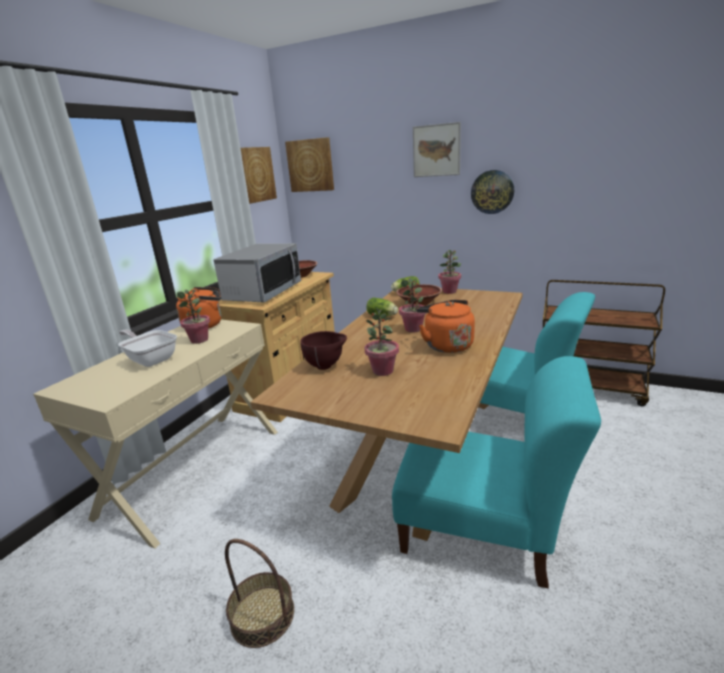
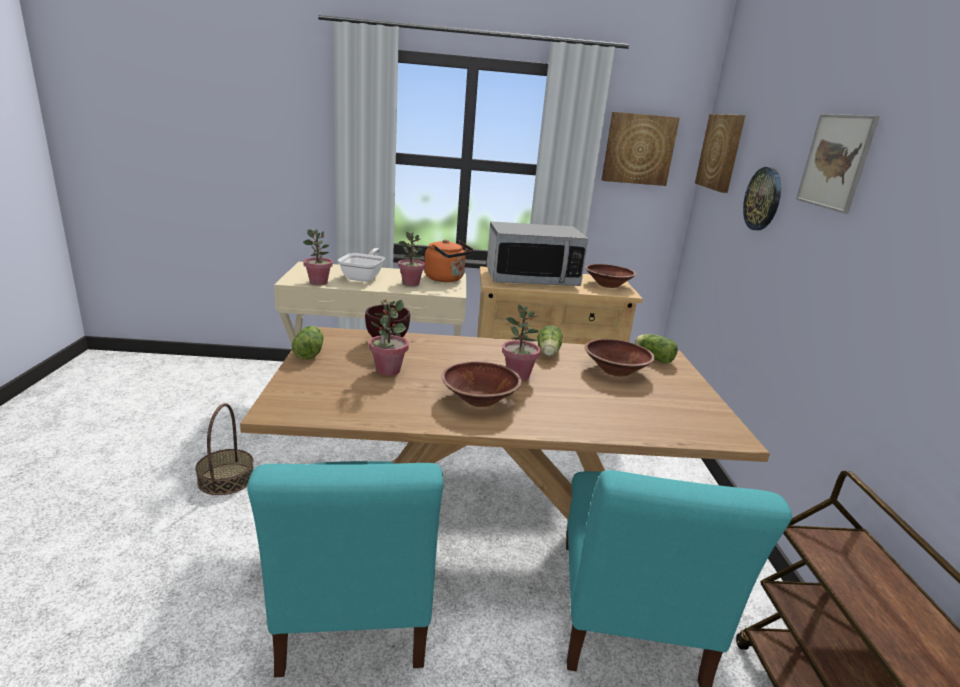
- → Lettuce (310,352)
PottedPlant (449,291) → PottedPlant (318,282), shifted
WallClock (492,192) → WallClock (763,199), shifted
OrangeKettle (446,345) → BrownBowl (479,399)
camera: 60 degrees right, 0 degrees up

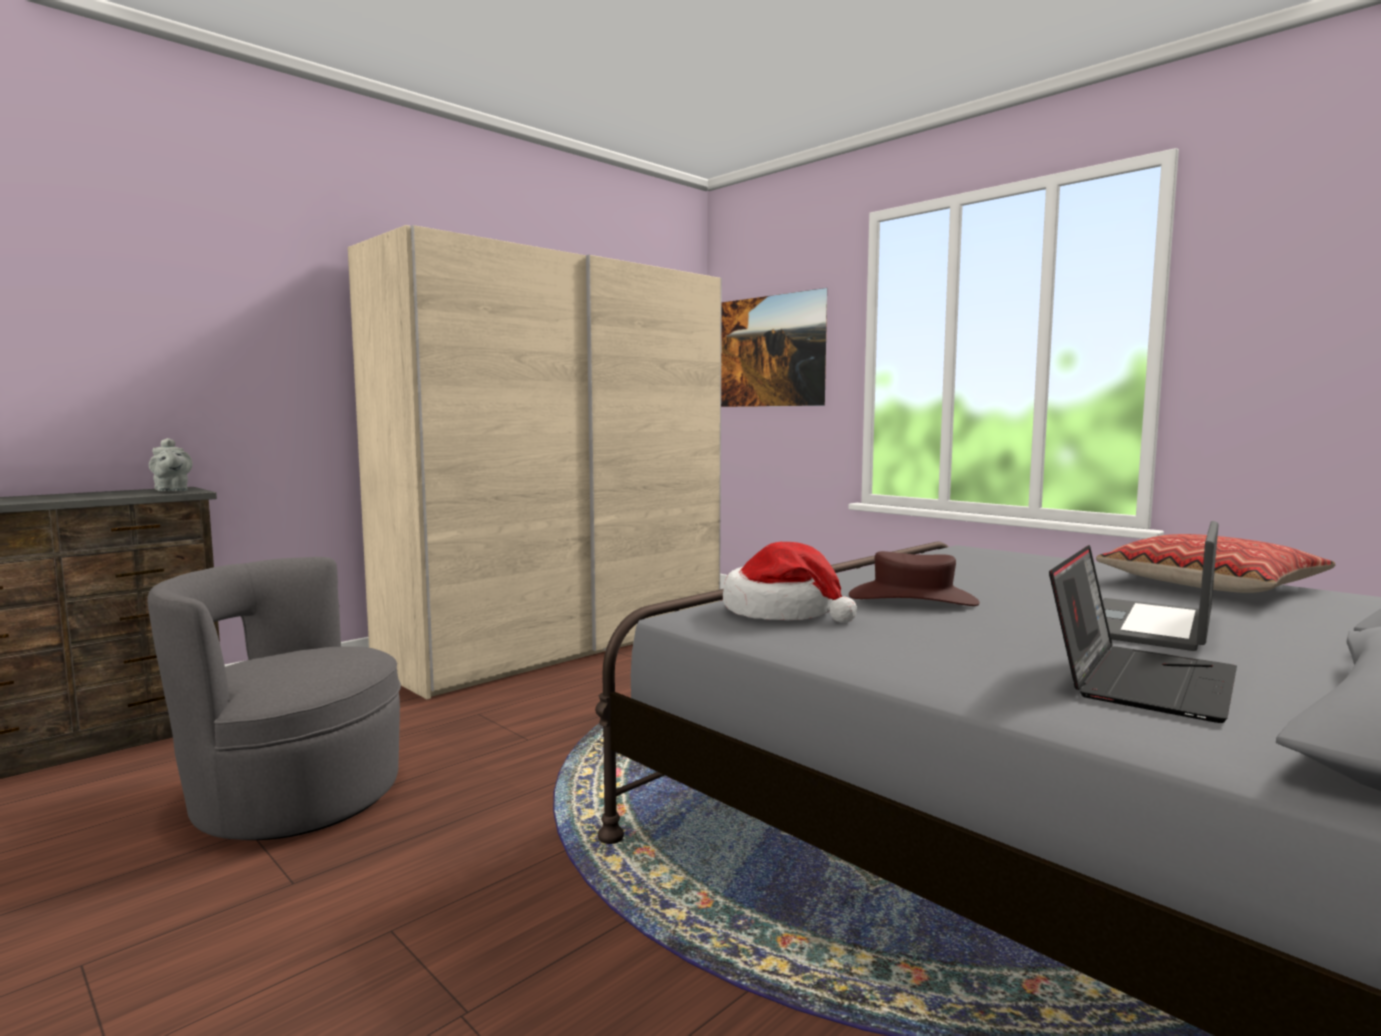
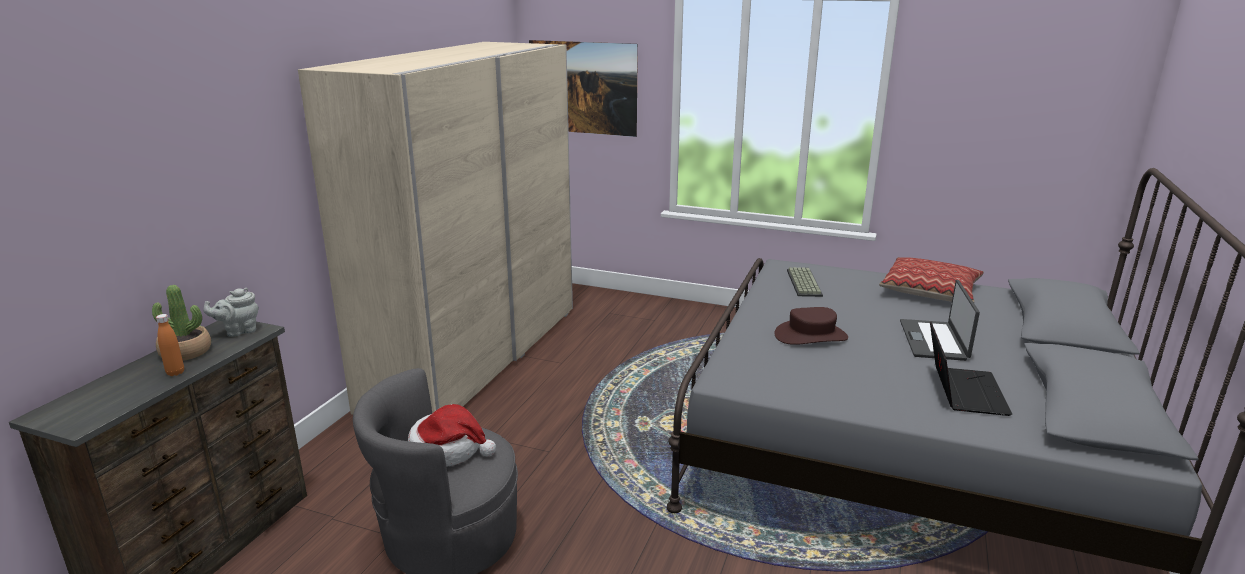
- → PottedPlant (185,352)
- → OrangeBottle (175,373)
- → Keyboard (802,283)
Hat (782,612) → Hat (448,449), shifted
GreyTeapot (172,491) → GreyTeapot (239,331), 120 degrees clockwise
camera: 25 degrees left, 15 degrees up

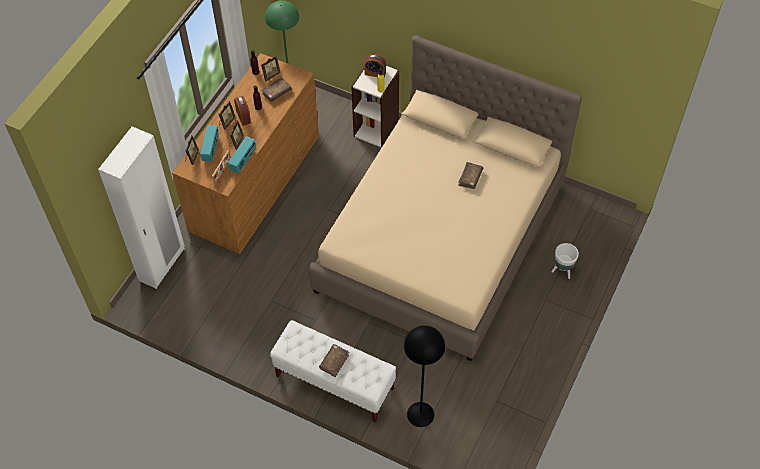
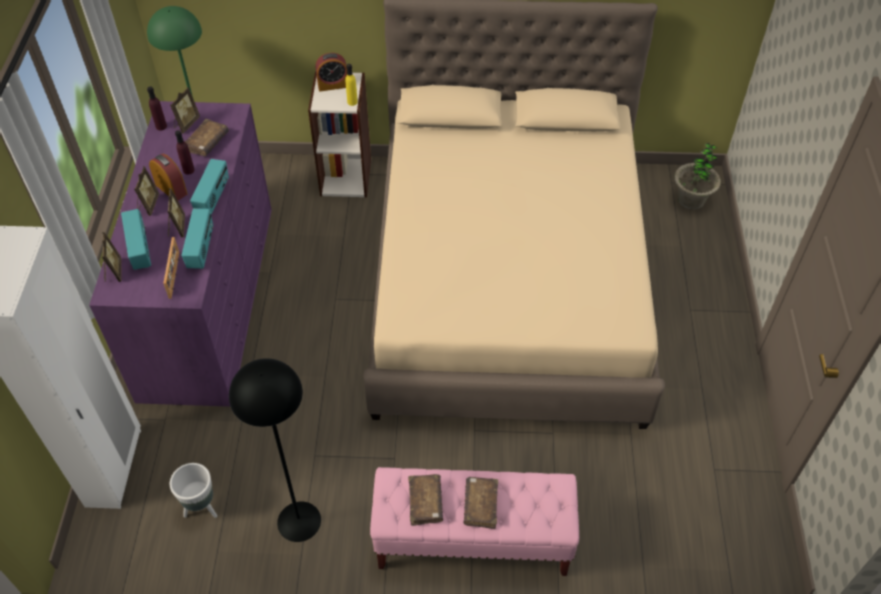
- → Radio (213,198)
- → PottedPlant (691,200)
BlackFloorLamp (420,414) → BlackFloorLamp (298,521), shifted
BrownBook (470,178) → BrownBook (425,502), shifted
WhitePlanter (562,270) → WhitePlanter (201,508), shifted
BrownDresser (255,182) → PurpleDresser (208,299)
WhiteBench (334,382) → PinkBench (472,540)
camera: 25 degrees left, 5 degrees down

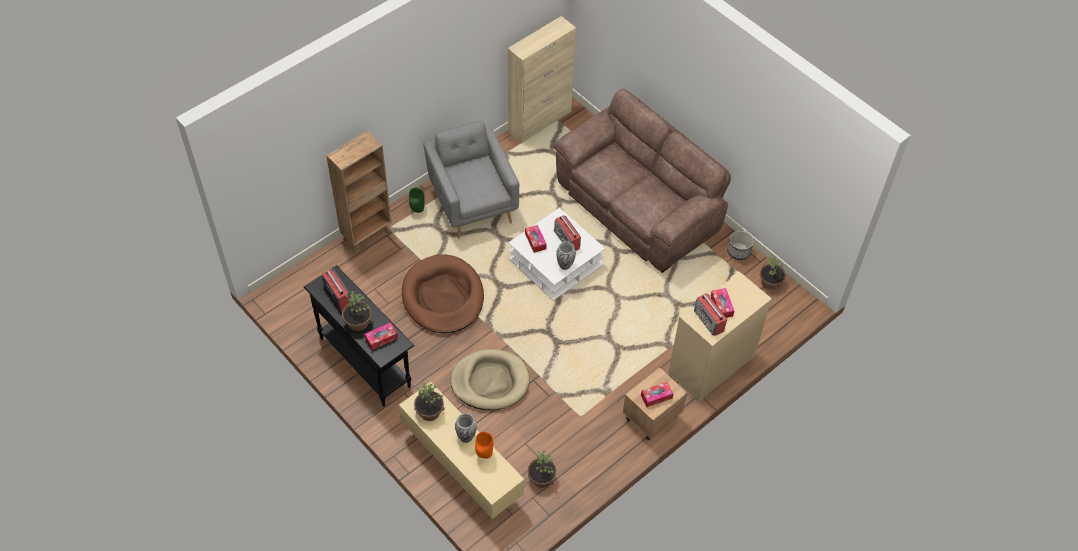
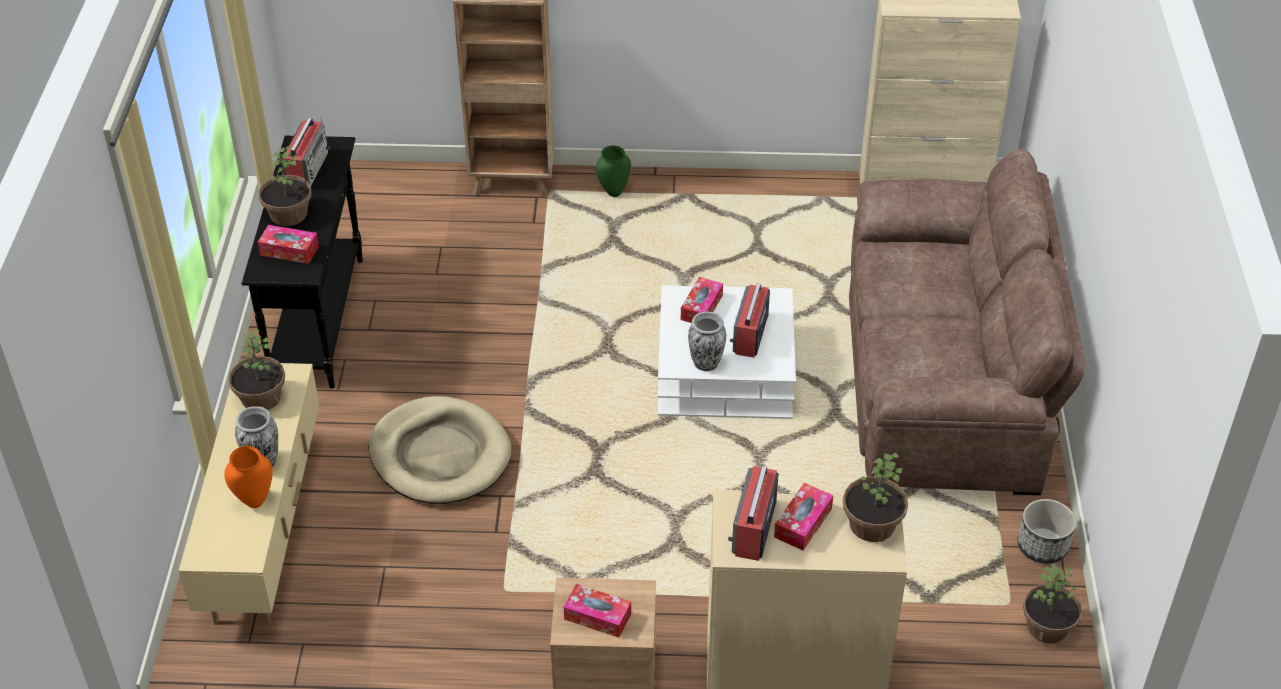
BrownDogBed (443,297) → -
GreyArmchair (472,202) → -
PottedPlant (541,478) → PottedPlant (871,524), shifted
camera: 45 degrees right, 10 degrees down

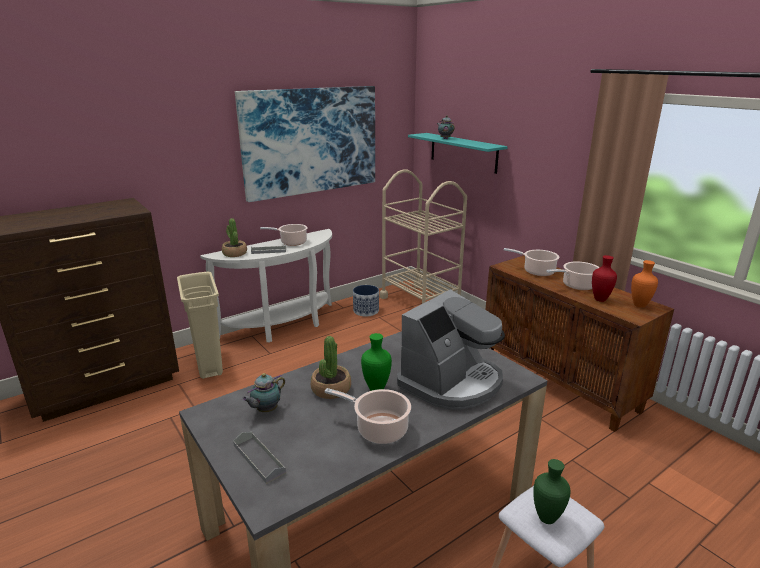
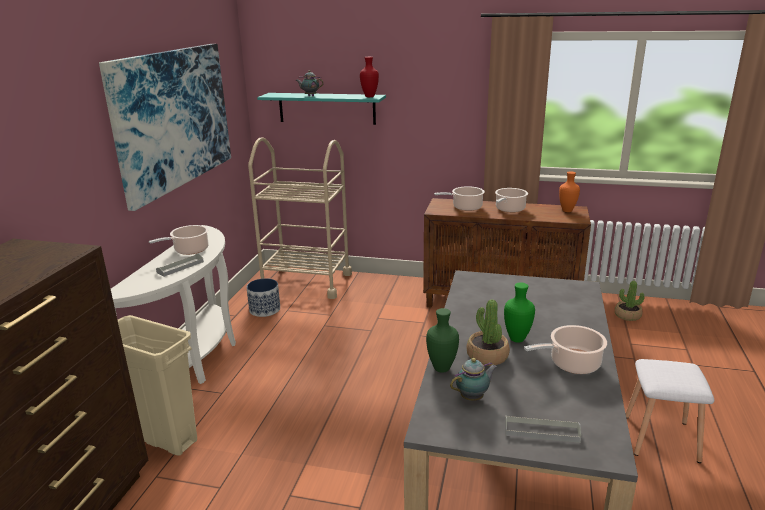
CoffeeMachine (452,382) → -
PottedPlant (235,253) → PottedPlant (627,315), shifted
GreenVase (546,517) → GreenVase (441,368), shifted
RedVase (600,299) → RedVase (369,96), shifted
Teapot (265,410) → Teapot (473,397), 120 degrees counterclockwise
camera: 40 degrees left, 0 degrees up

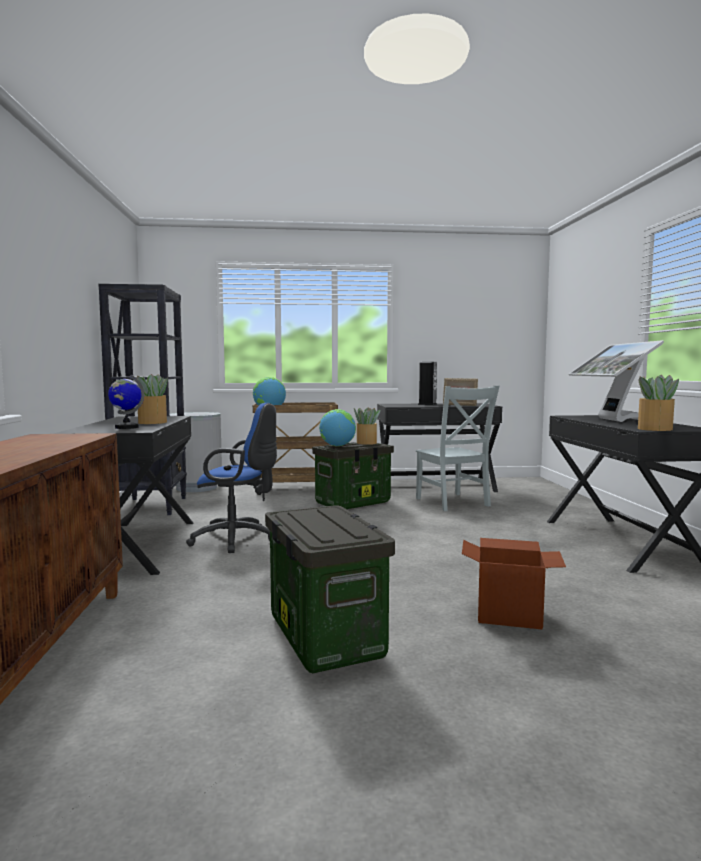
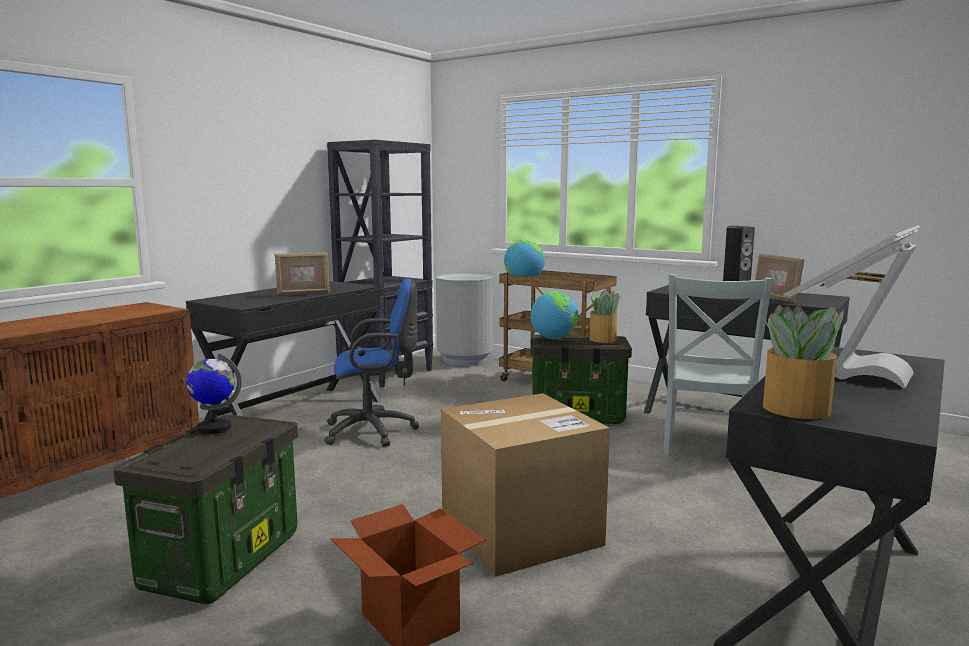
- → CardboardBox (520,531)
Globe (126,427) → Globe (214,428), shifted
PottedPlant (152,422) → PictureFrame (303,294)
BlueOfficeChair (238,540) → BlueOfficeChair (375,431), 60 degrees counterclockwise
camera: 40 degrees right, 5 degrees up

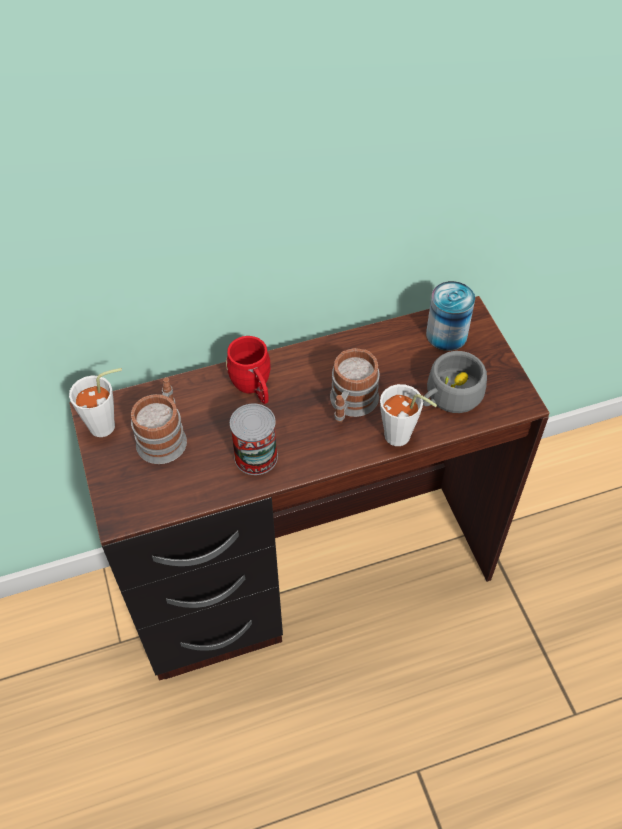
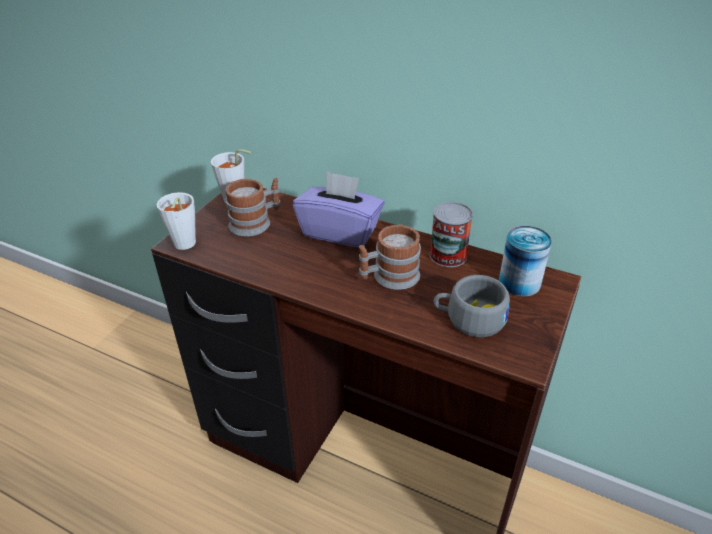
Can (256,456) → Can (448,255), shifted
WhiteCup (402,439) → WhiteCup (183,246), shifted
RedMug (254,388) → PurpleTissueBox (340,231)
camera: 45 degrees right, 15 degrees down

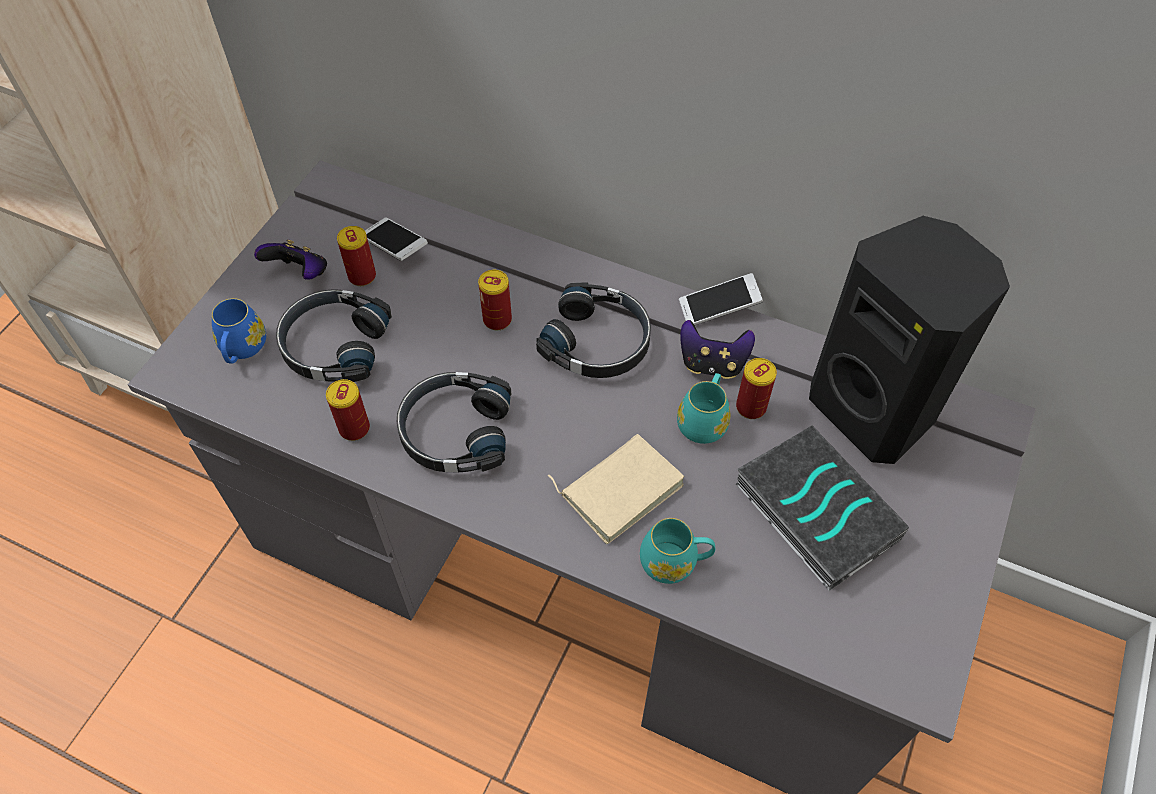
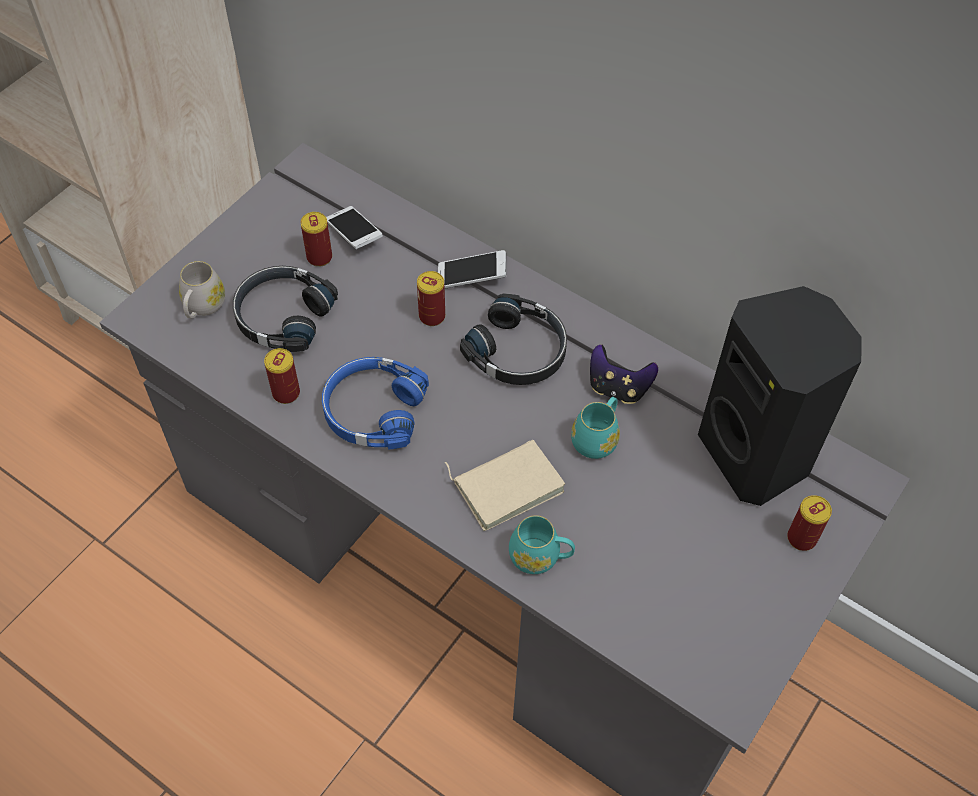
GameController (300,274) → -
Book (813,512) → -
Phone (718,308) → Phone (471,277), shifted
Can (751,407) → Can (801,538), shifted
BlueMug (242,349) → WhiteMug (202,307)
BlackHeadphones (455,431) → BlueHeadphones (373,410)
camera: 10 degrees right, 0 degrees up

